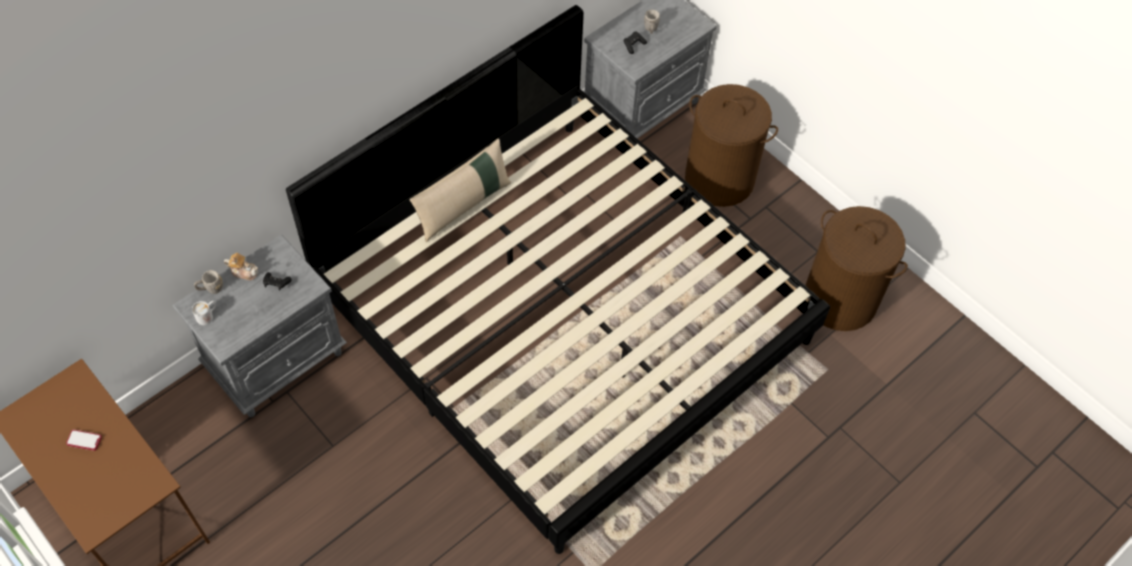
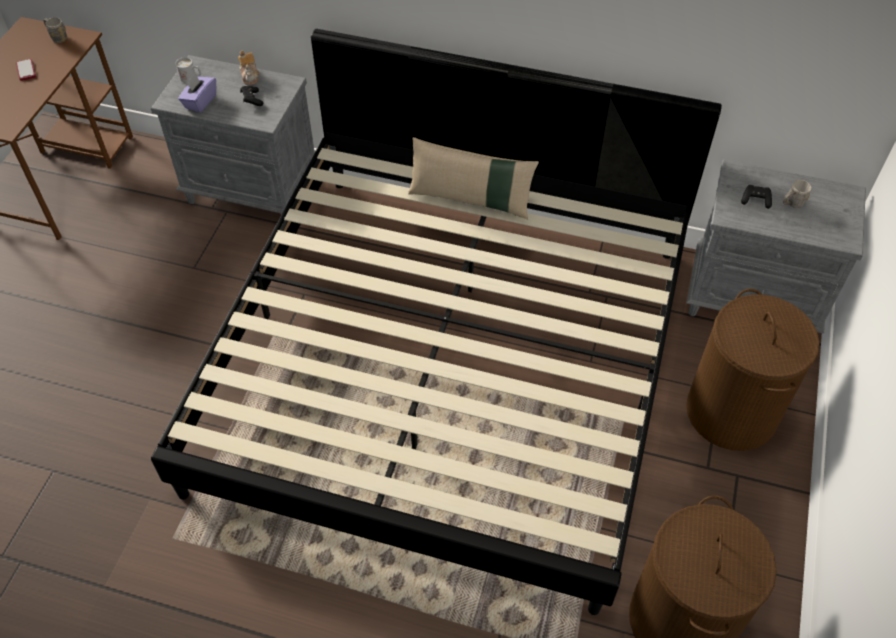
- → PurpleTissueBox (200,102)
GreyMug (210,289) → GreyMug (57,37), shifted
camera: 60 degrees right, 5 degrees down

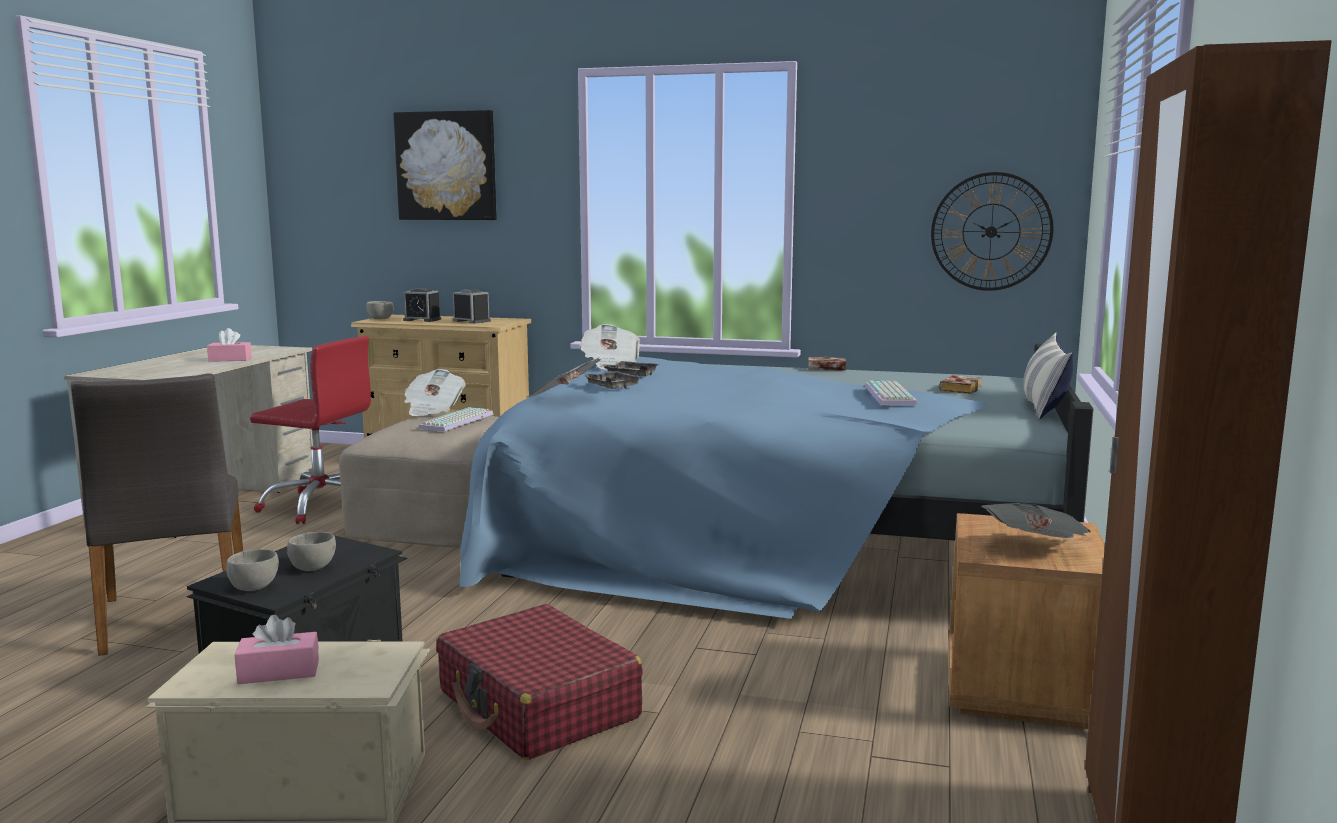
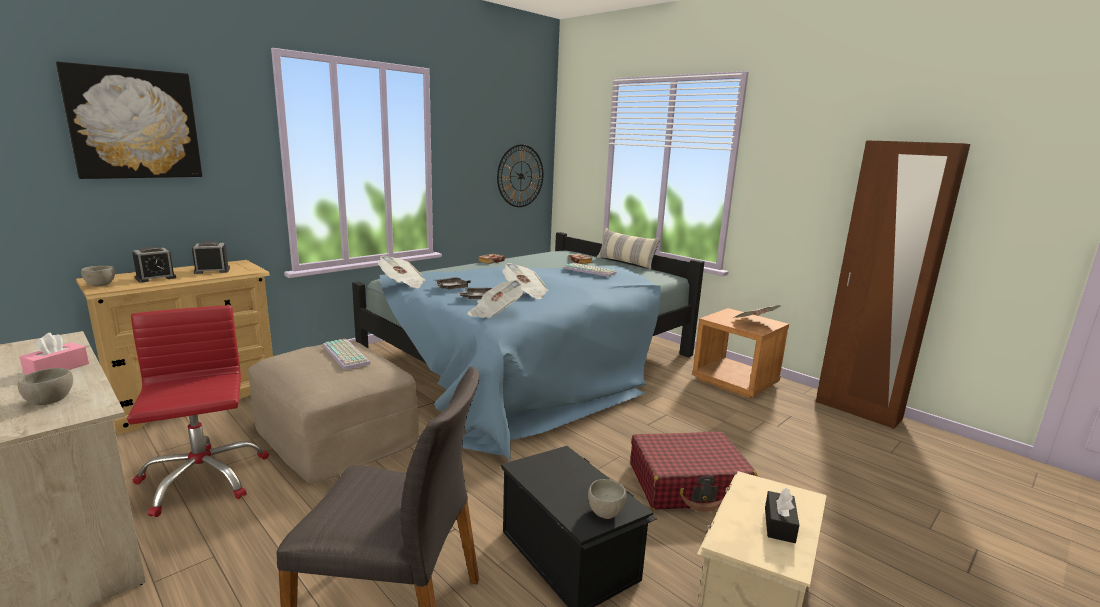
GreyBowl (312,567) → GreyBowl (49,400), shifted
Newspaper (433,410) → Newspaper (525,293), shifted
PinkTissueBox (279,672) → BlackTissueBox (779,525)
RedOfficeChair (321,505) → RedOfficeChair (202,478), 75 degrees counterclockwise
camera: 60 degrees left, 5 degrees up

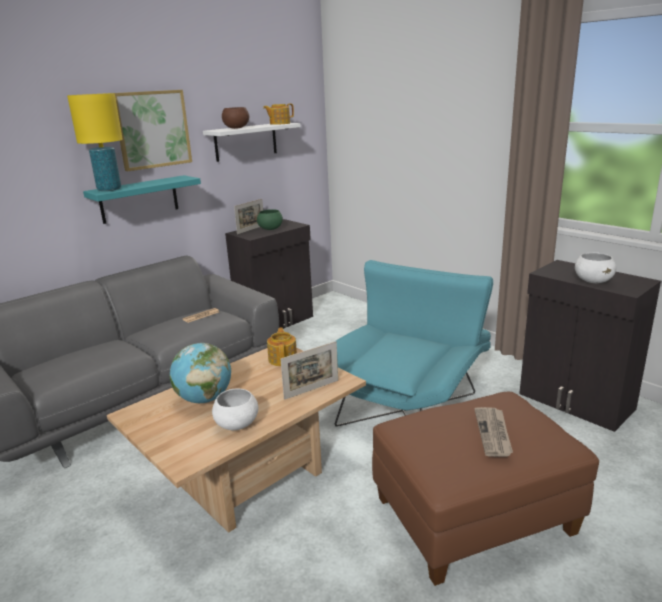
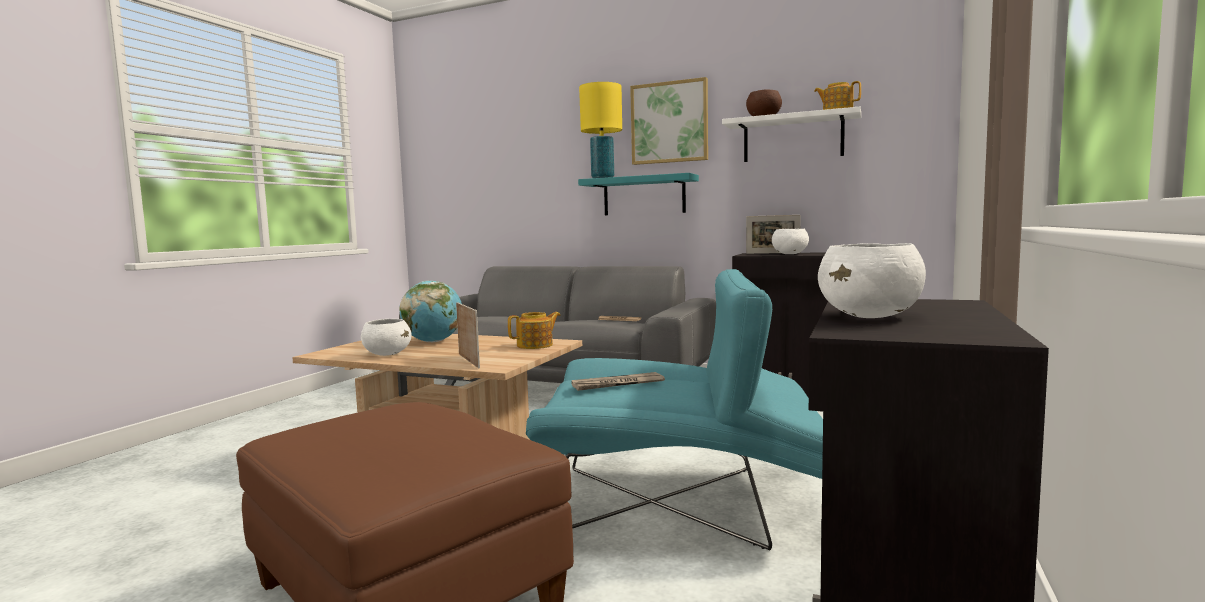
Newspaper (493,433) → Newspaper (617,384), shifted
GreenBowl (270,229) → WhiteBowl (789,254)
PictureFrame (311,389) → PictureFrame (468,361), 150 degrees counterclockwise
camera: 65 degrees right, 15 degrees down

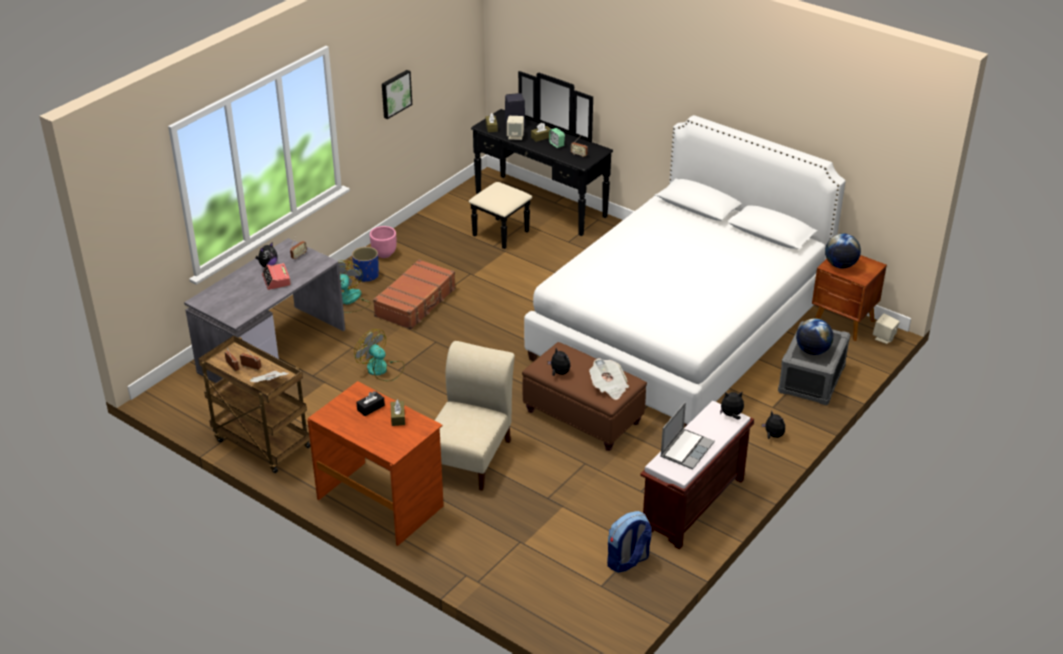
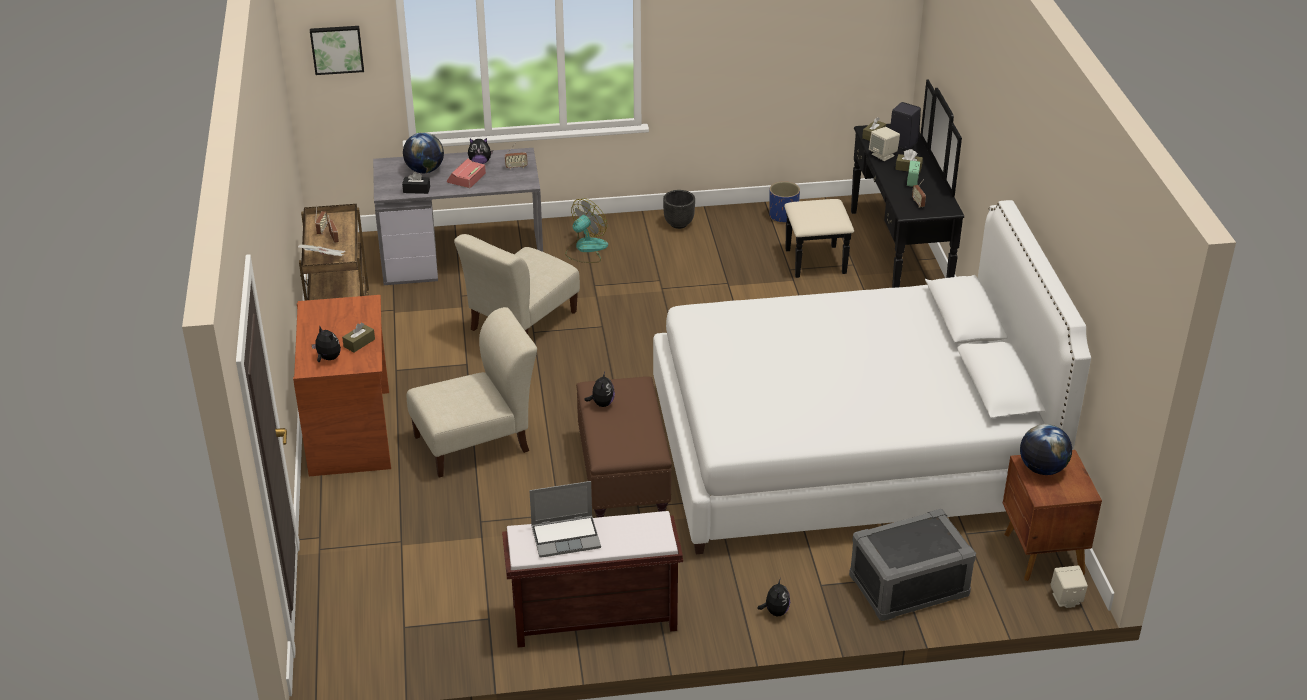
BrownSuitcase (416,302) → -
Newspaper (609,387) → -
Backpack (627,561) → -
BluePlanter (366,275) → BluePlanter (783,216), shifted
BlackTissueBox (371,408) → BlackTissueBox (416,190), shifted
Picture (395,93) → Picture (337,49), shifted
PlushToy (731,415) → PlushToy (327,358), shifted
Globe (812,351) → Globe (424,170), shifted
Fan (381,370) → BeigeChair (520,323)
PinkPlanter (384,254) → BlackPlanter (679,224)
camera: 45 degrees right, 0 degrees up

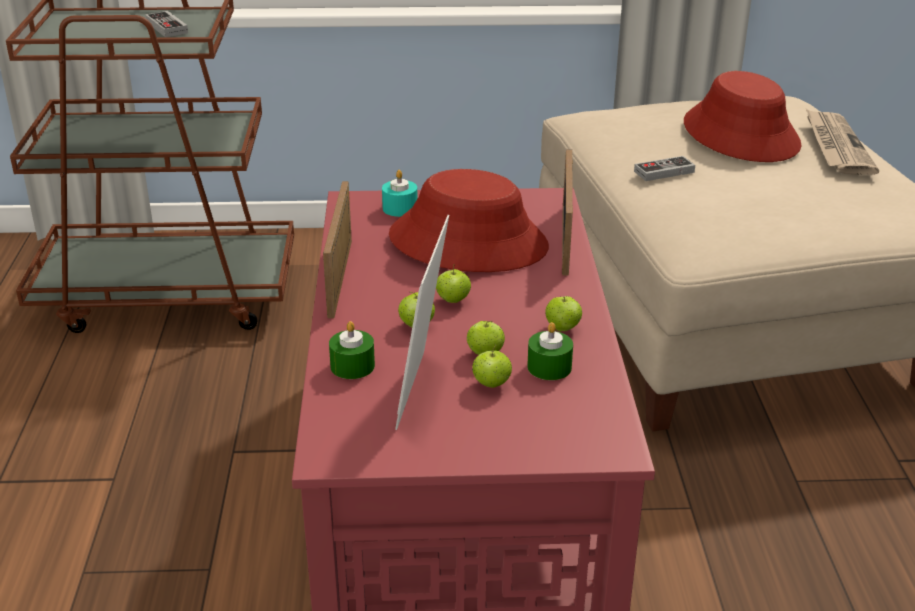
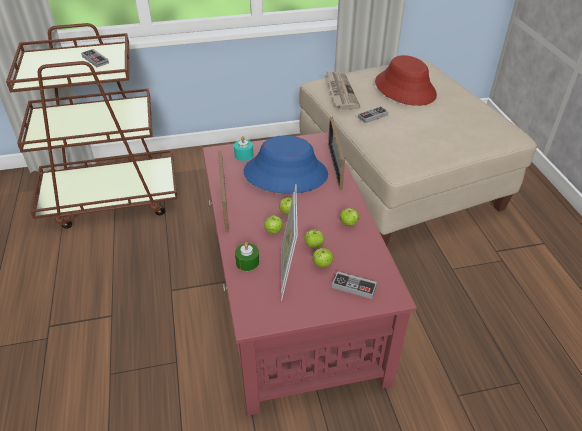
GreenCandle (549,367) → -
- → GameController (354,287)
Newspaper (836,146) → Newspaper (340,92), shifted
RedHat (468,242) → BlueHat (286,173)
camera: 10 degrees left, 10 degrees up

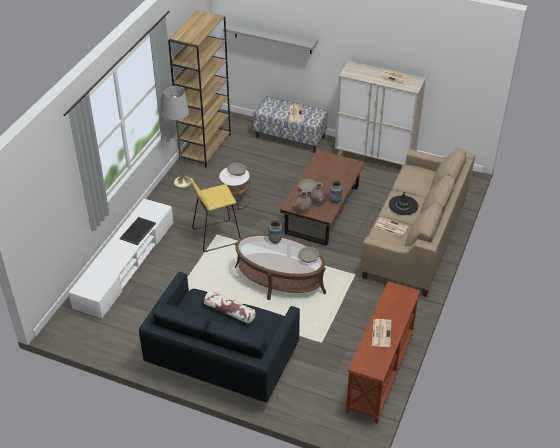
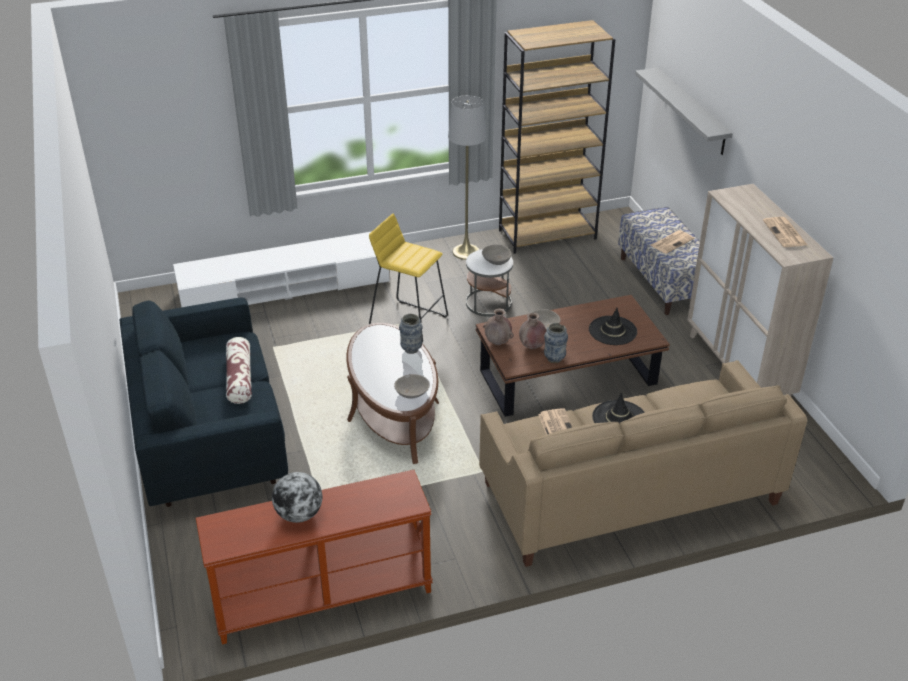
Tray (138,231) → -
- → BlackHat (612,331)
Newspaper (381,333) → Globe (299,514)
camera: 50 degrees right, 5 degrees down

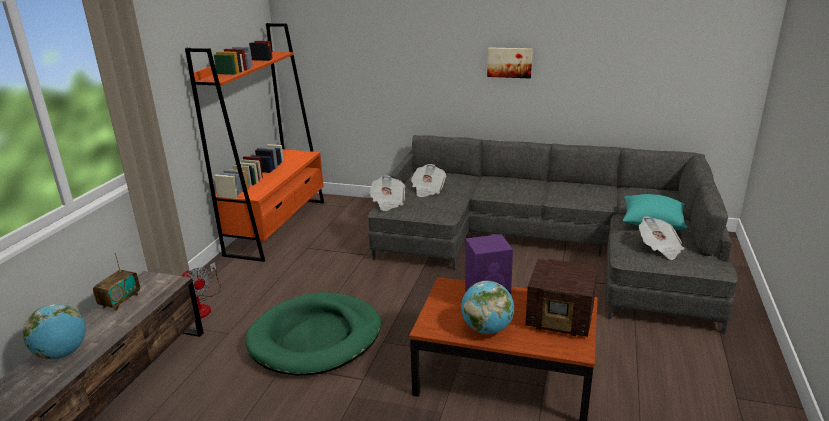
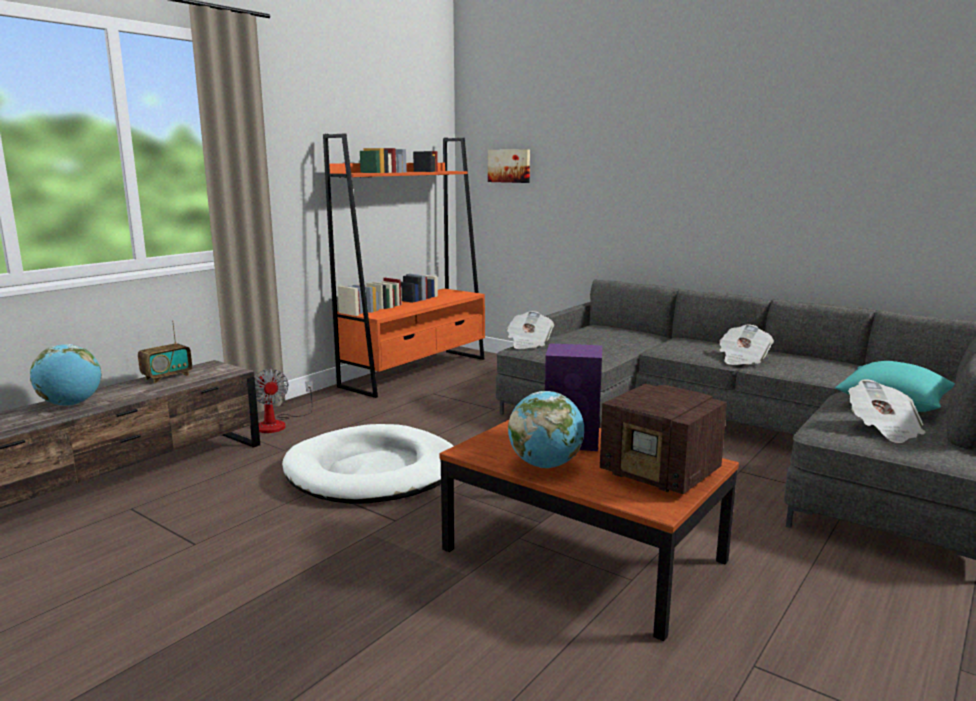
Newspaper (427,190) → Newspaper (742,359), shifted
Picture (509,62) → Picture (509,166), shifted
GreenDogBed (315,338) → WhiteDogBed (374,471)
camera: 20 degrees right, 10 degrees down

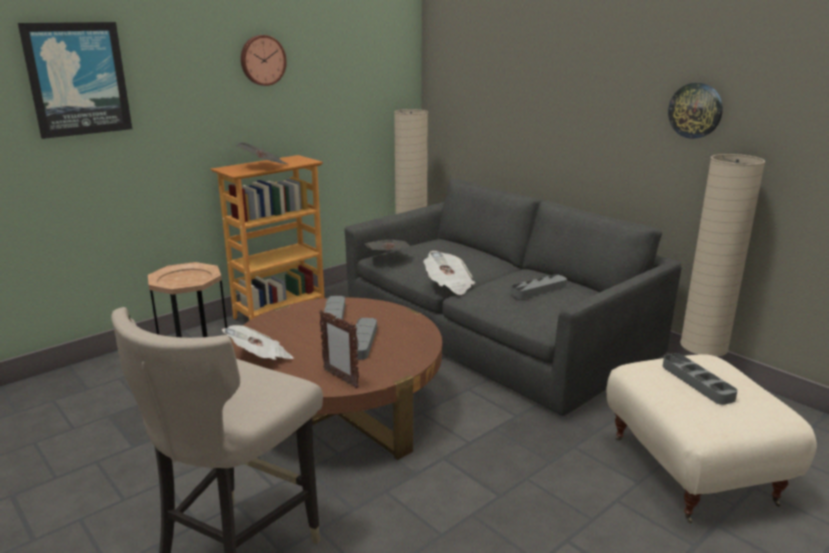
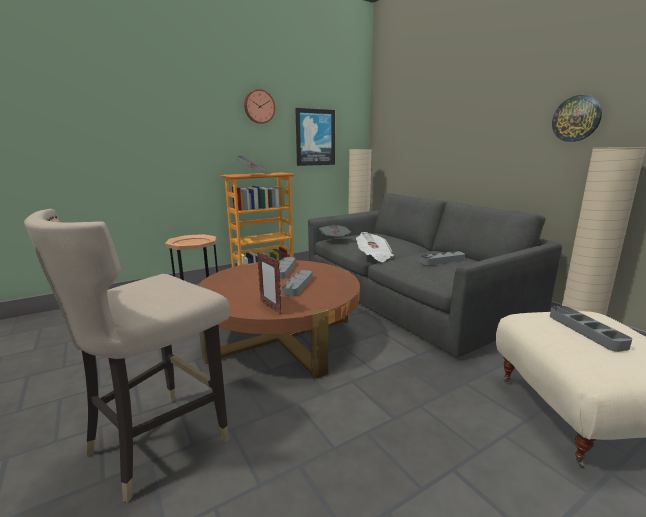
Newspaper (260,358) → -
Picture (77,79) → Picture (315,137), shifted
camera: 10 degrees right, 5 degrees down

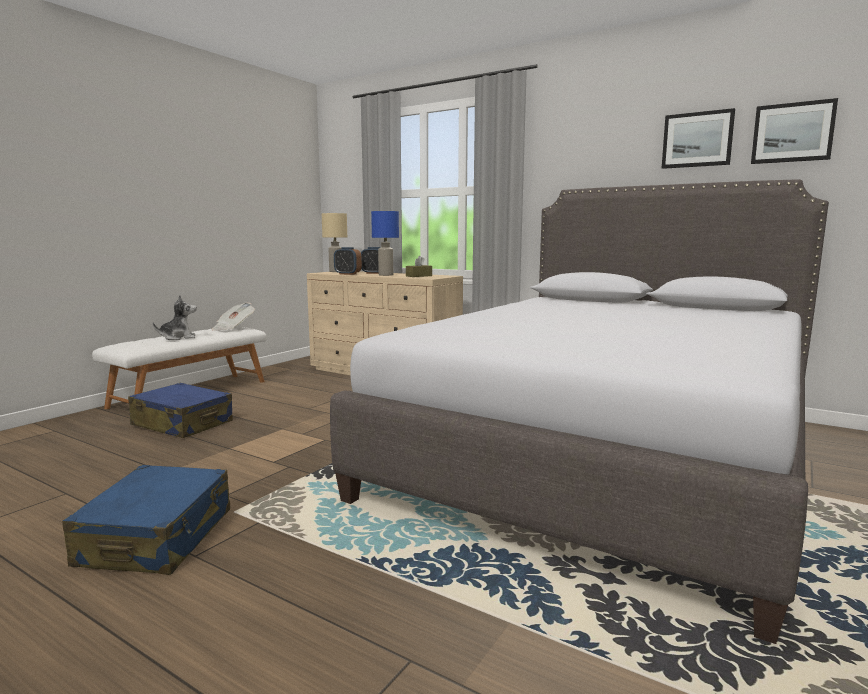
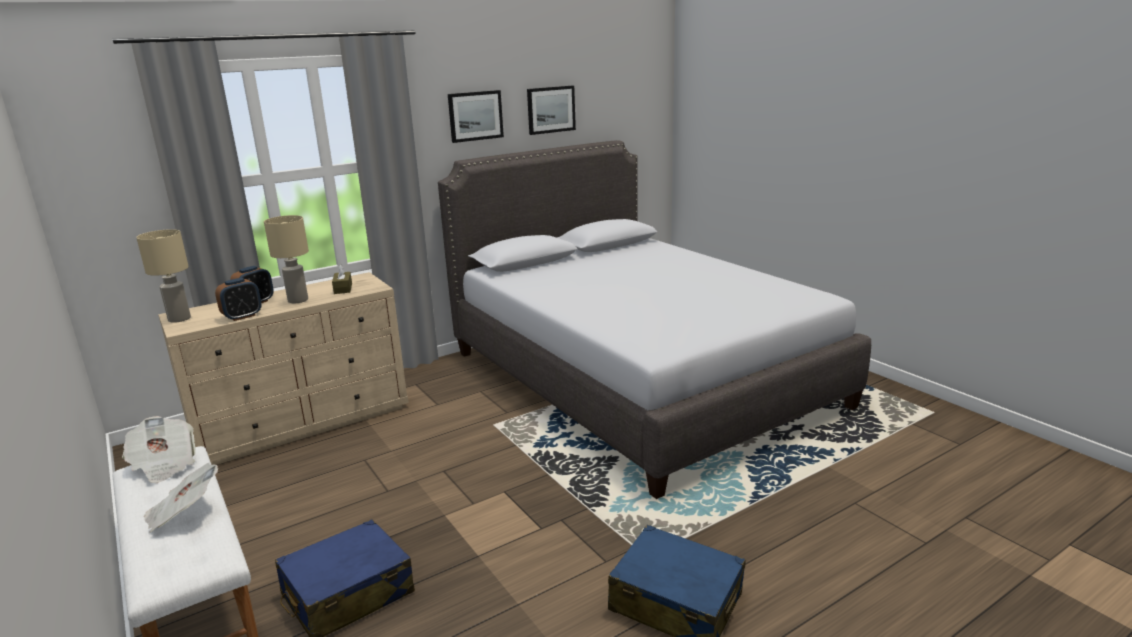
Picture (792,132) → Picture (475,116), shifted
PlushToy (178,338) → Newspaper (184,513)
BlueTableLamp (386,275) → BeigeTableLamp (298,300)
camera: 65 degrees left, 10 degrees up

